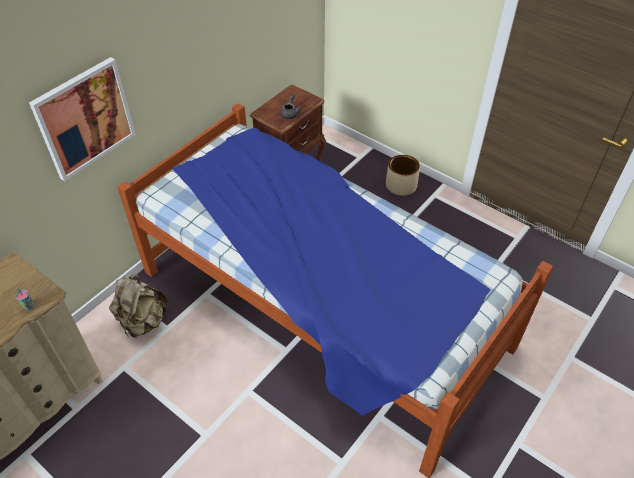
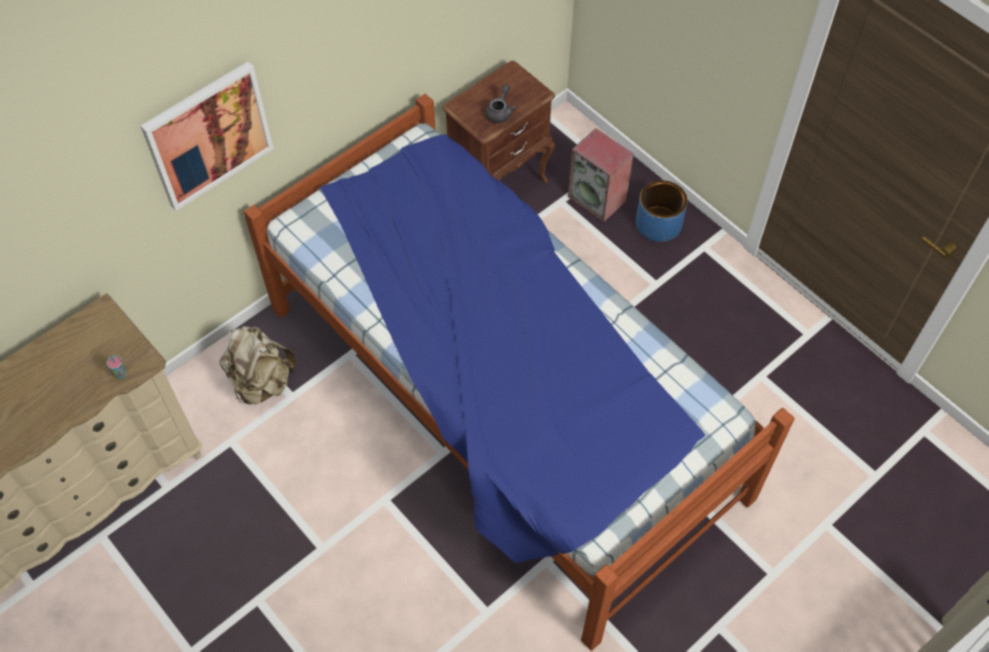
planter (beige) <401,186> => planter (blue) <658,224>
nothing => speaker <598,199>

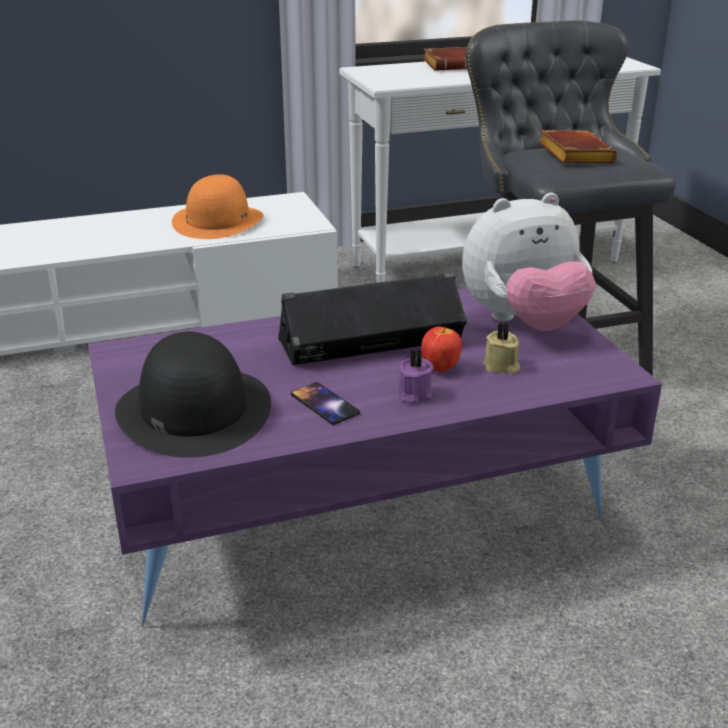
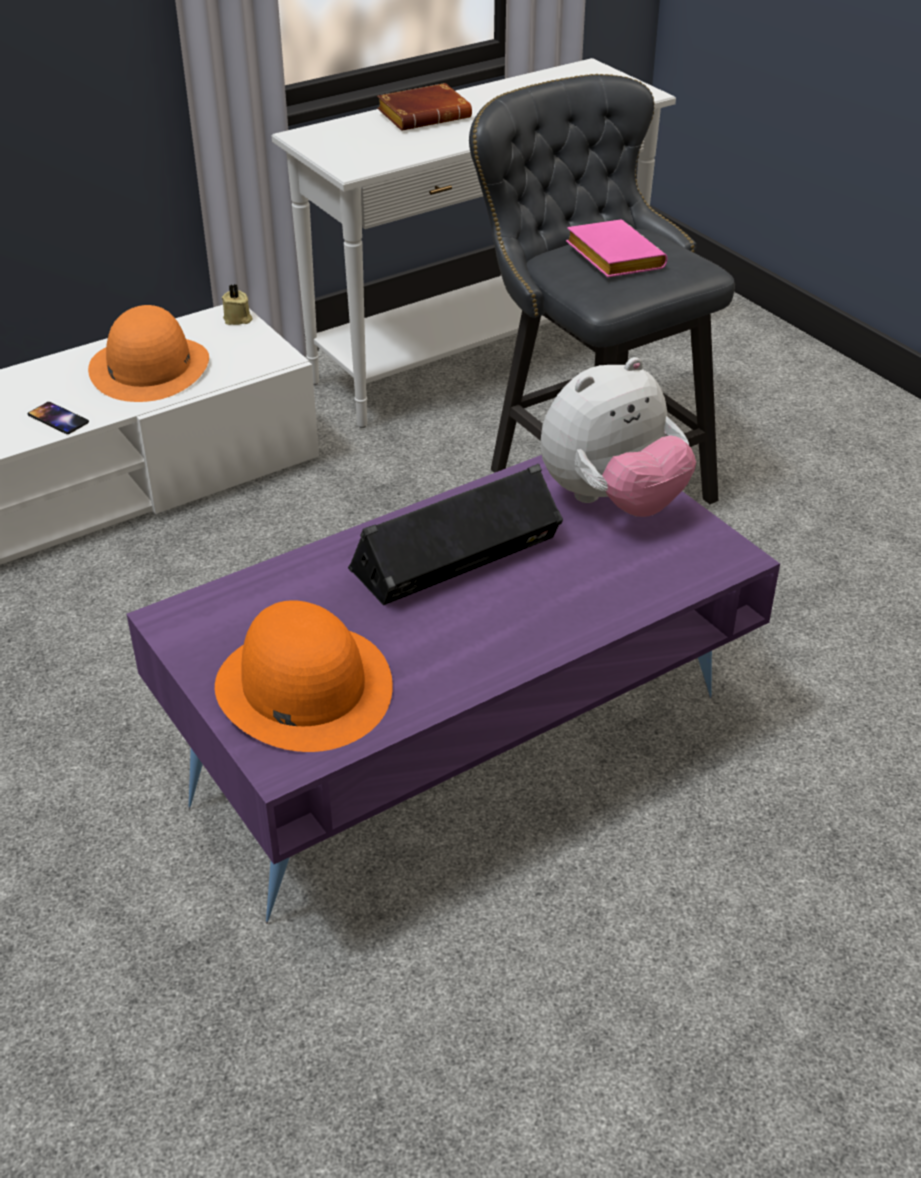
book (brown) <572,154> => book (pink) <610,257>
candle (beige) <501,366> => candle (beige) <238,319>, shifted
apple <439,368> => nothing
hat (black) <193,410> => hat (orange) <303,687>
candle (purple) <413,394> => nothing
phone <324,404> => phone <58,419>, shifted

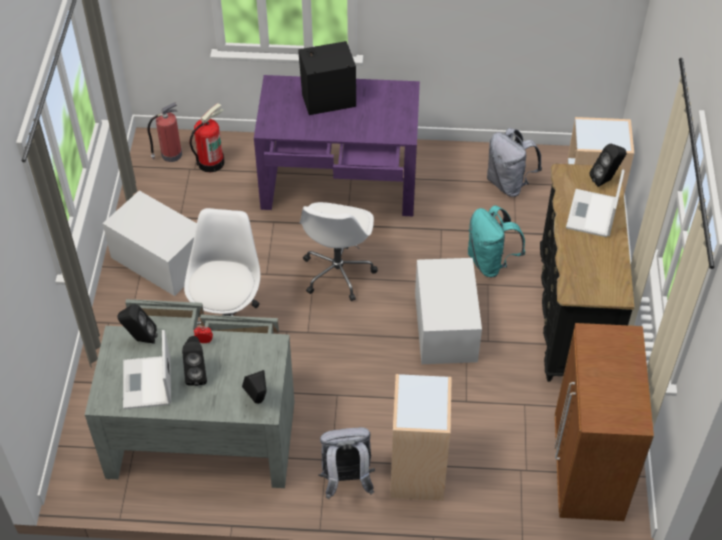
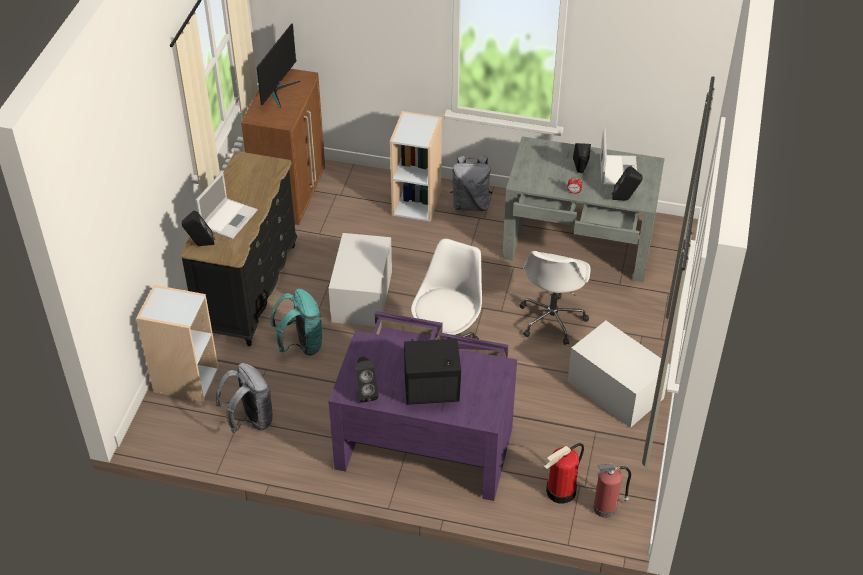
speaker (black) <258,401> => speaker (black) <366,392>, shifted
nothing => monitor <278,91>

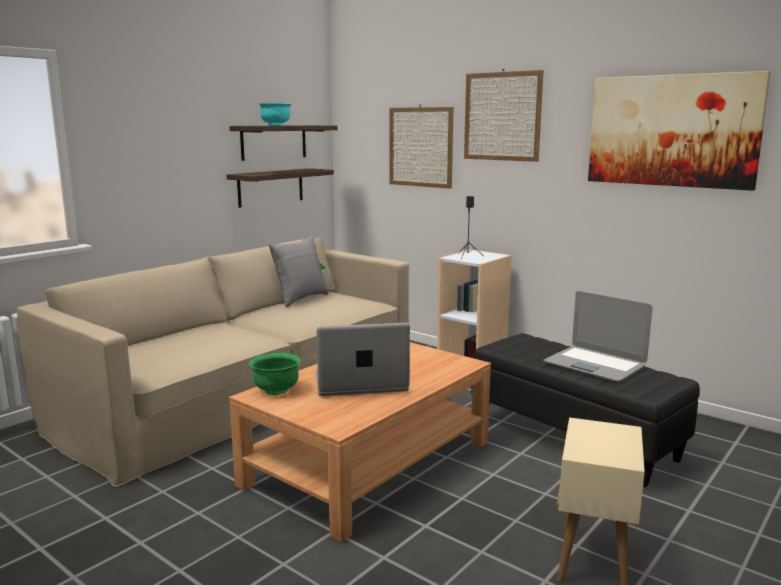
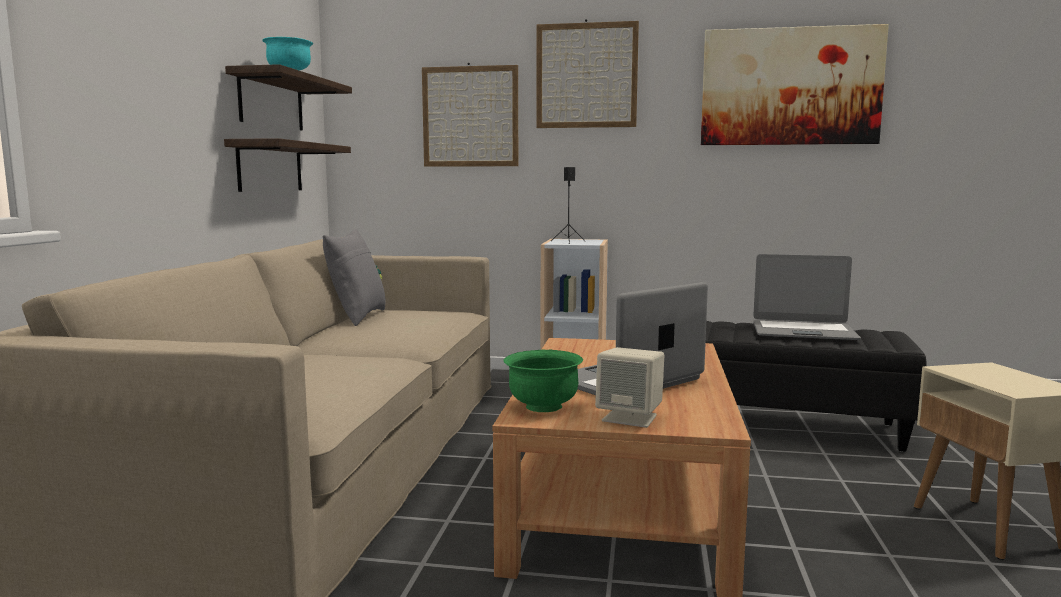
nothing => speaker (beige) <630,418>

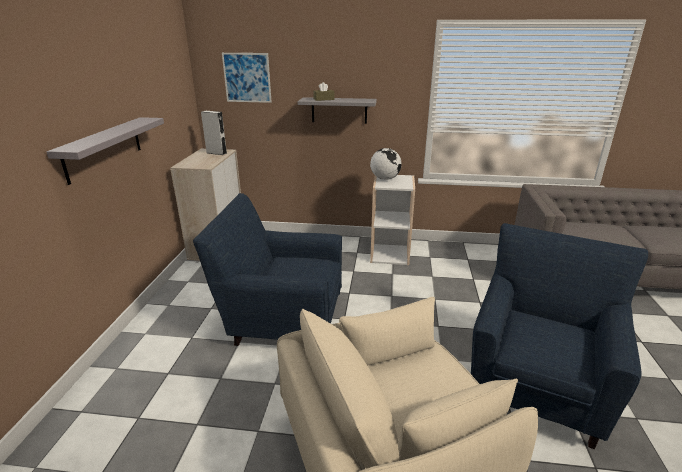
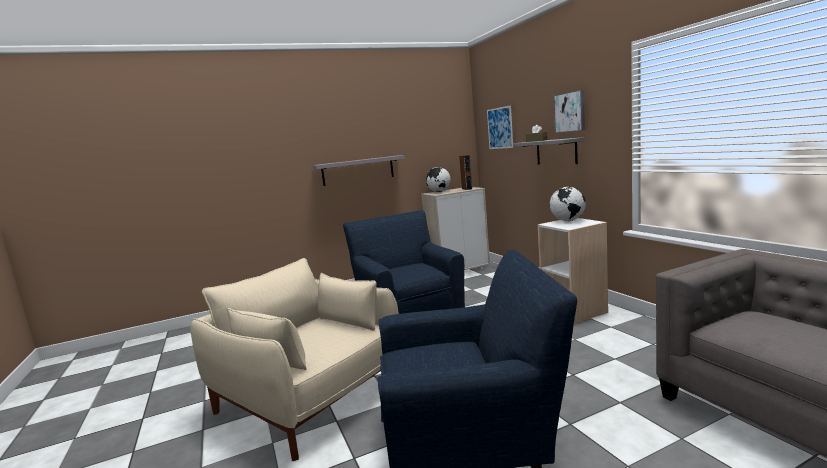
speaker (grey) <216,153> => speaker (brown) <467,189>
nothing => picture <570,112>
nothing => globe <439,191>

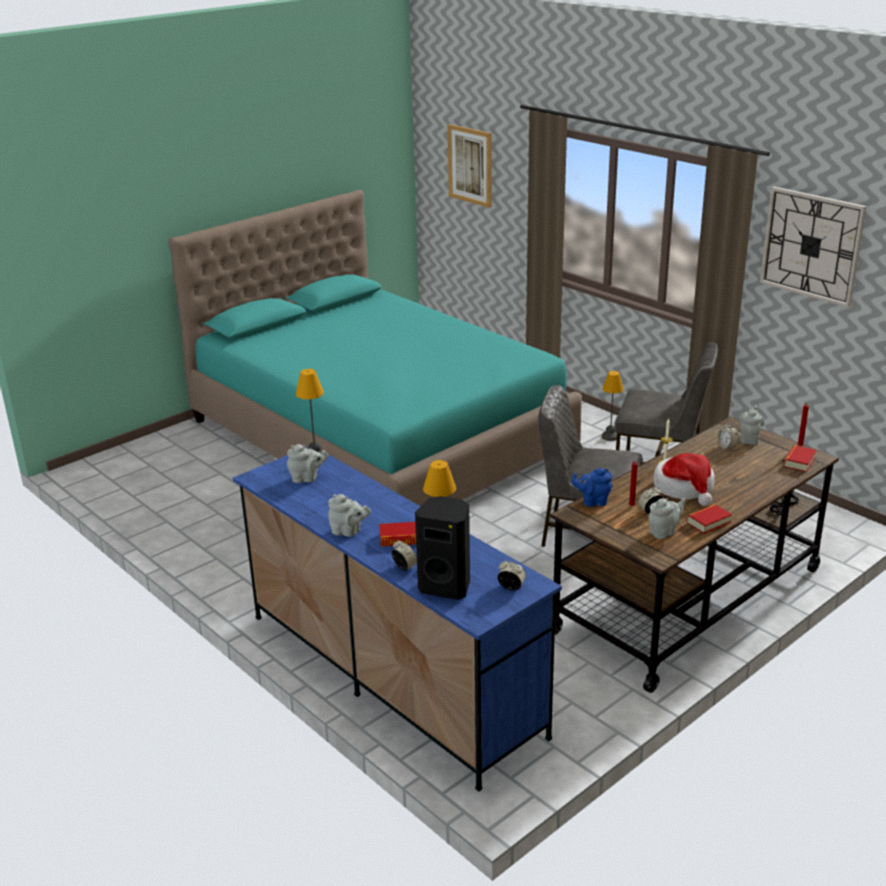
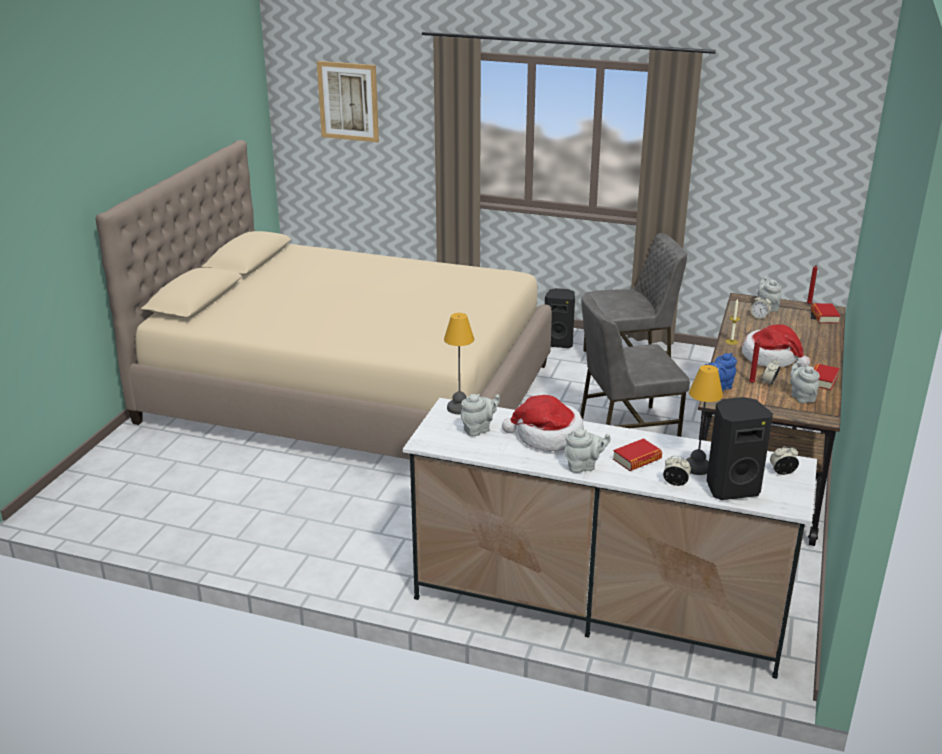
wall clock <811,245> => nothing
bed (turquoise) <378,436> => bed (beige) <348,392>
table lamp <610,436> => speaker (black) <558,343>
dresser (blue) <390,674> => dresser (white) <595,606>
teapot (grey) <664,532> => teapot (grey) <801,397>, 45 degrees counterclockwise
nothing => hat <547,436>

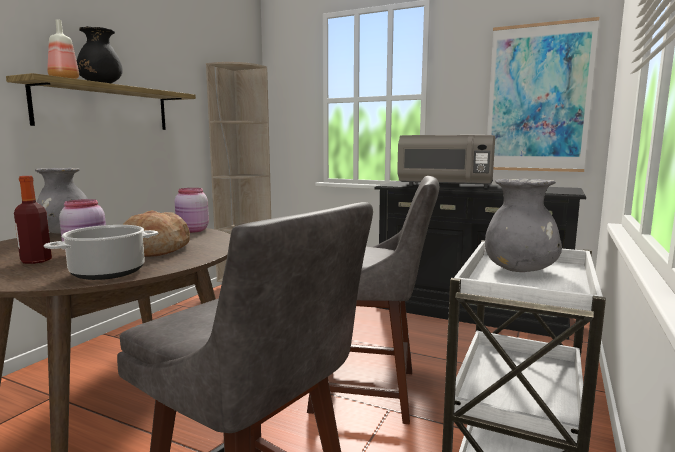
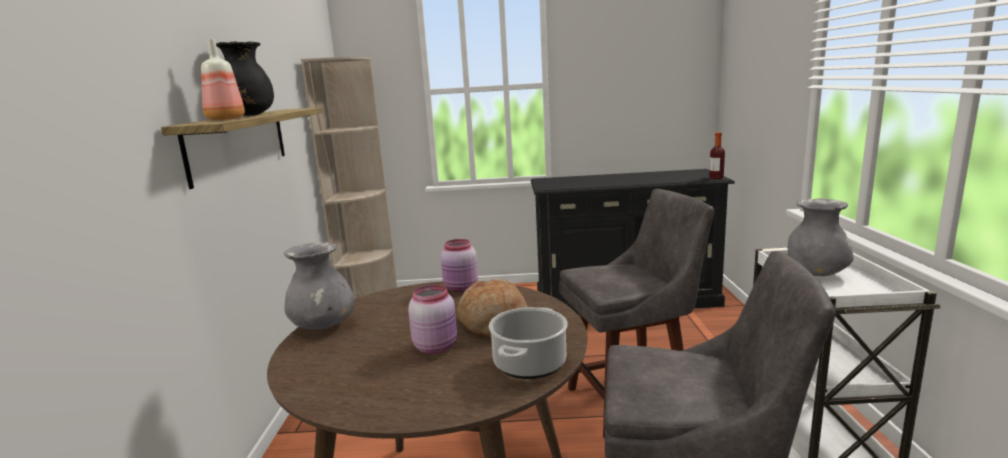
picture <538,99> => nothing
microwave (grey) <445,186> => nothing
bottle <36,261> => bottle <716,178>, shifted

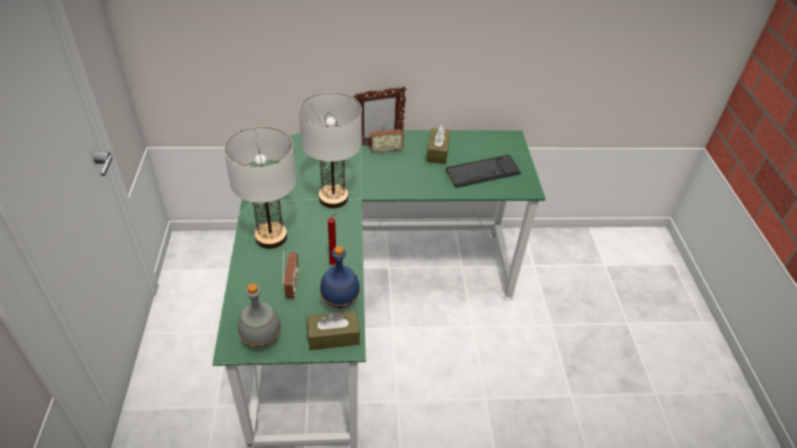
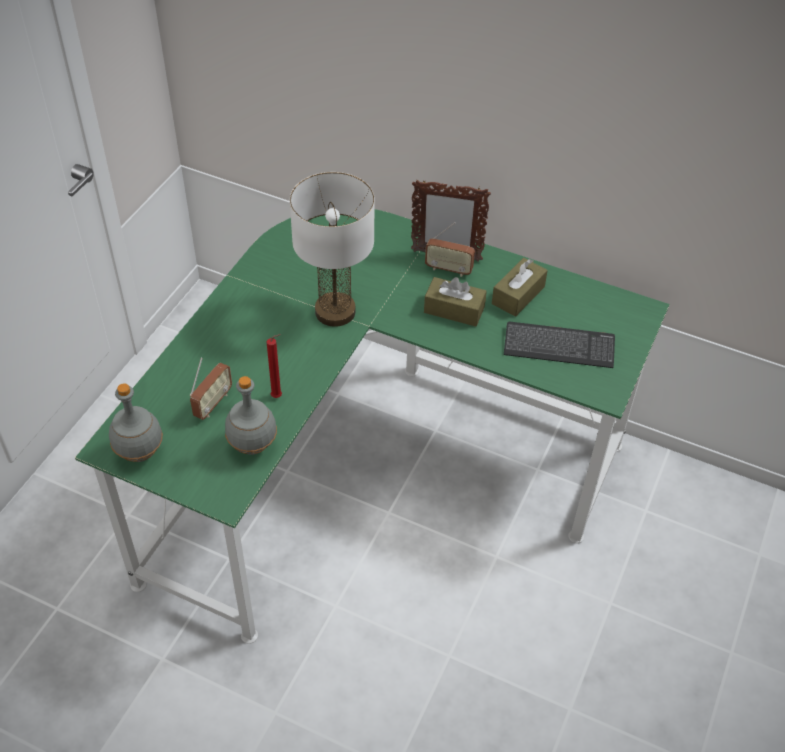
table lamp <271,237> => nothing
bottle (blue) <340,302> => bottle (grey) <253,446>
tissue box (brown) <333,336> => tissue box (brown) <454,310>, shifted

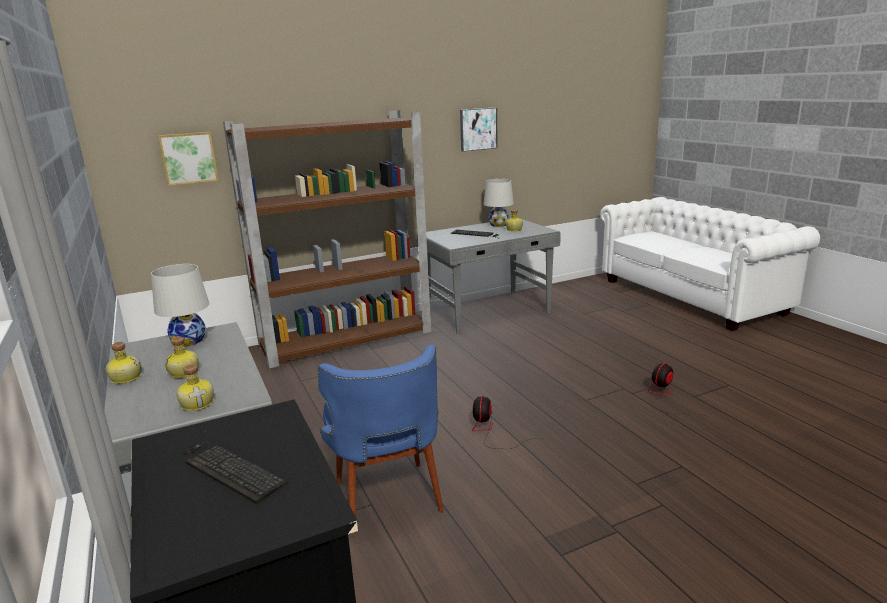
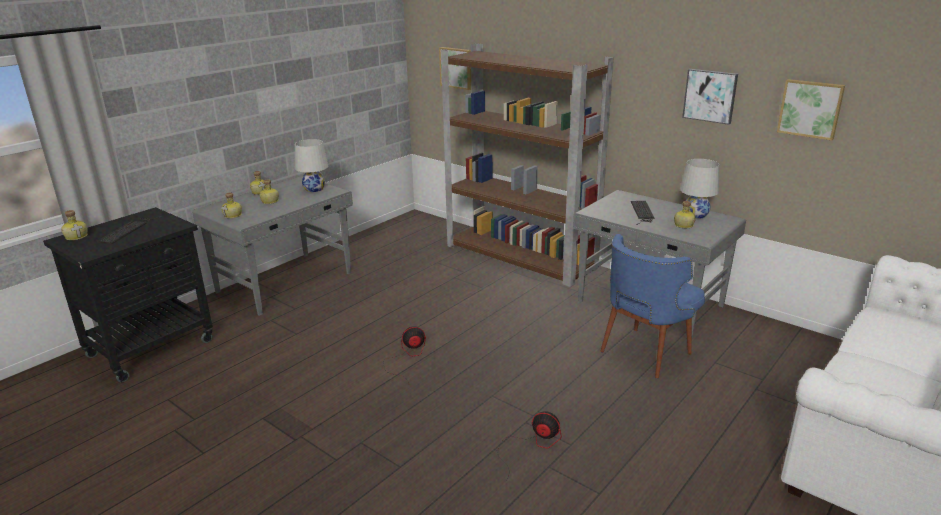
chair (blue) <388,497> => chair (blue) <646,353>, shifted
nothing => picture <810,108>
nothing => bottle <77,236>

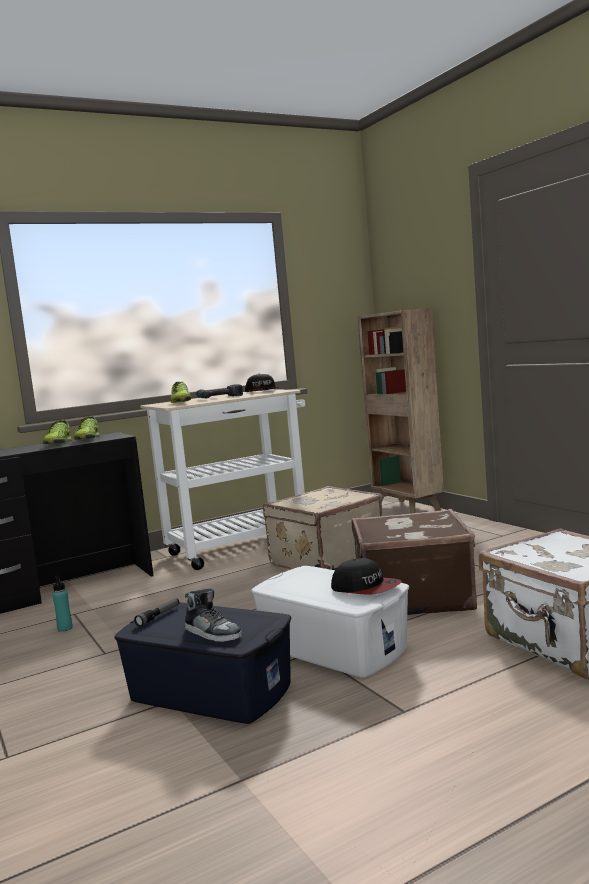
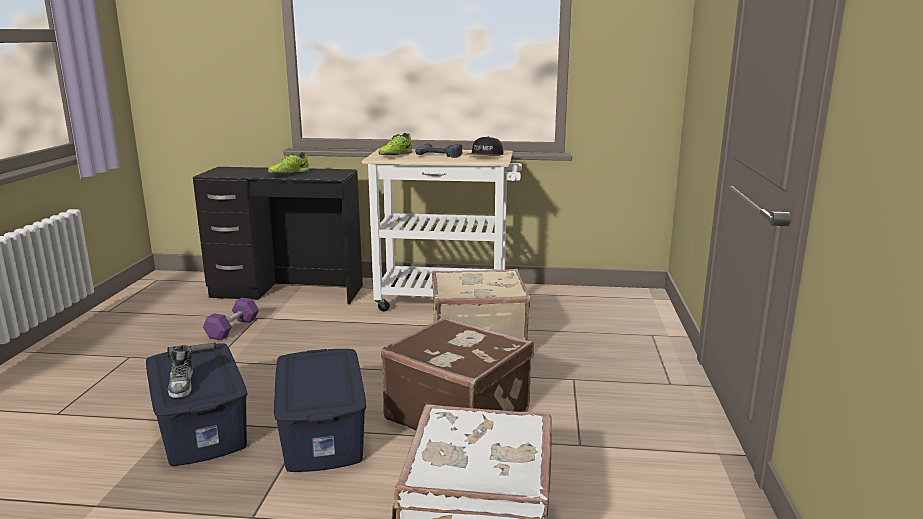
bookcase (brown) <407,509> => nothing
shoe <87,440> => nothing
cap <366,588> => nothing
storage box (white) <334,647> => storage box (blue) <323,432>
bottle (turquoise) <65,628> => dumbbell (purple) <232,328>

